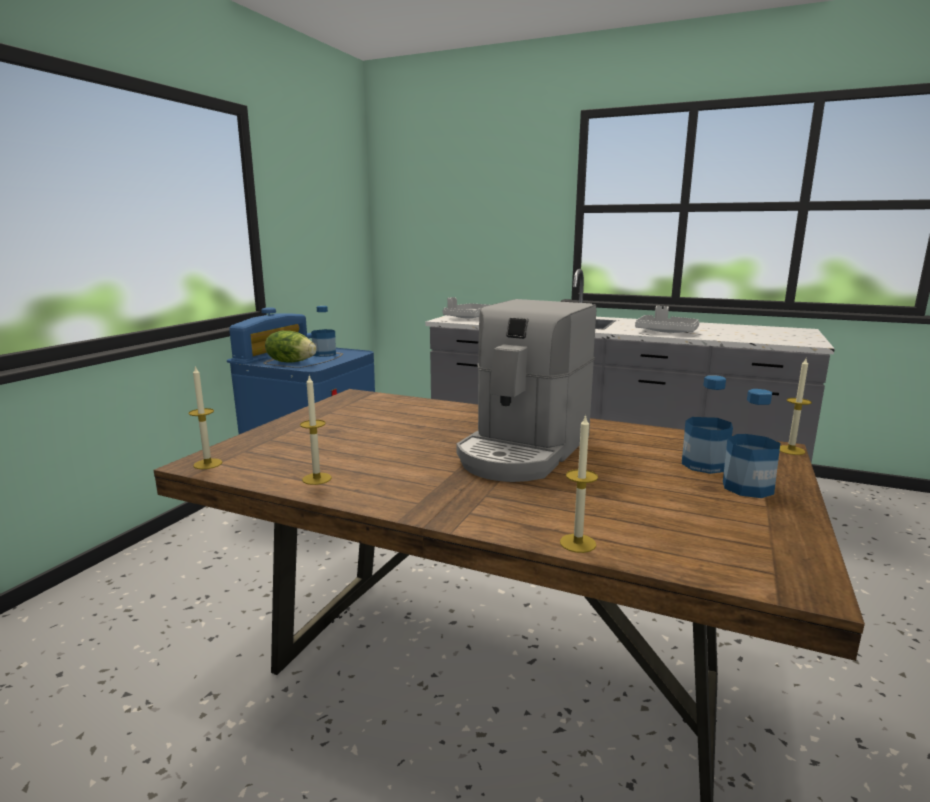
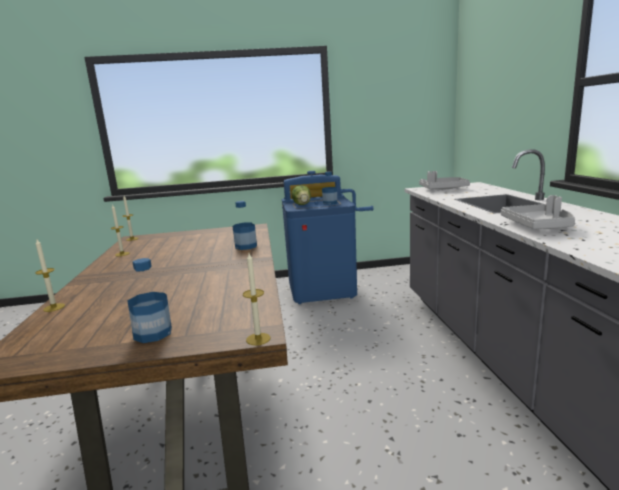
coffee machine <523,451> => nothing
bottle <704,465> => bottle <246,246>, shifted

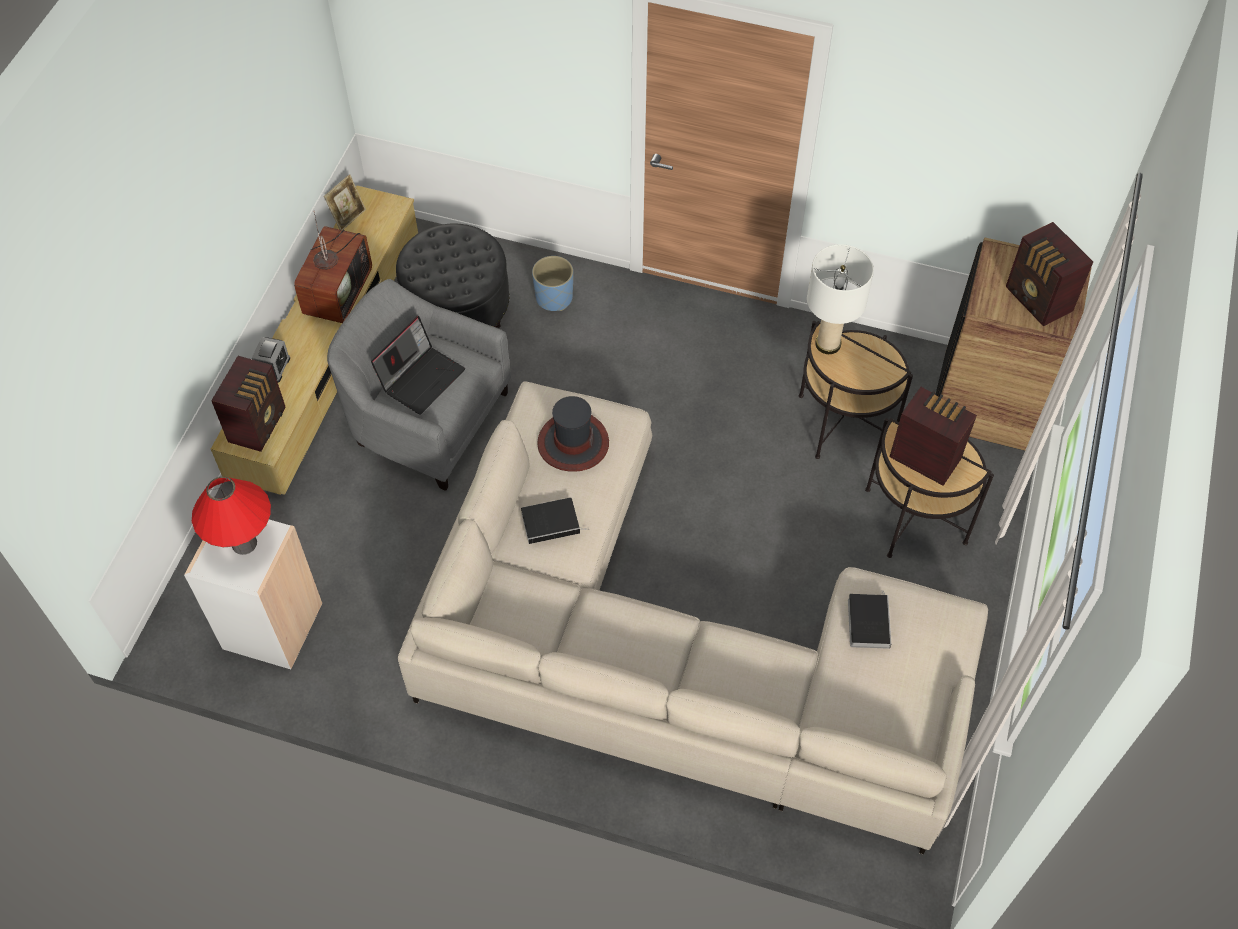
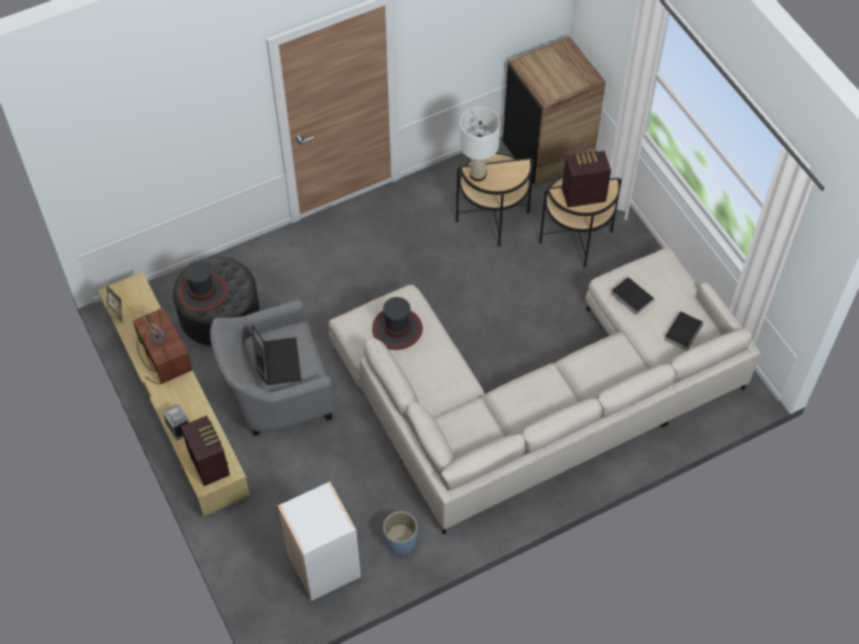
radio <1038,301> => nothing
planter (blue) <553,298> => planter (blue) <400,541>, shifted
table lamp (red) <244,543> => nothing
book <552,522> => book <683,331>, shifted
nothing => hat <203,292>

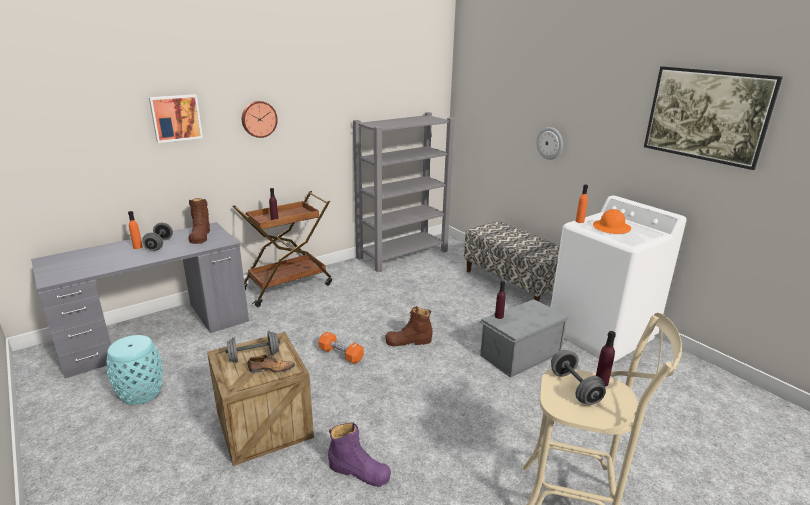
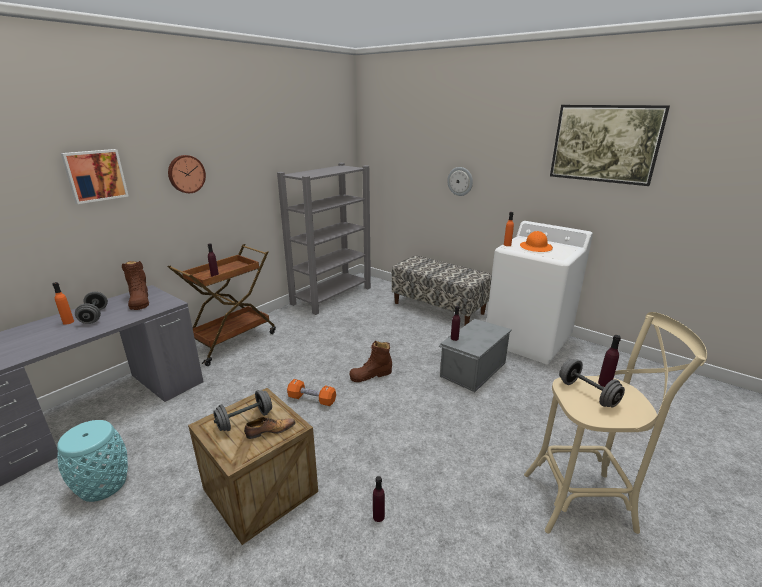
boot (purple) <359,471> => bottle (purple) <378,516>

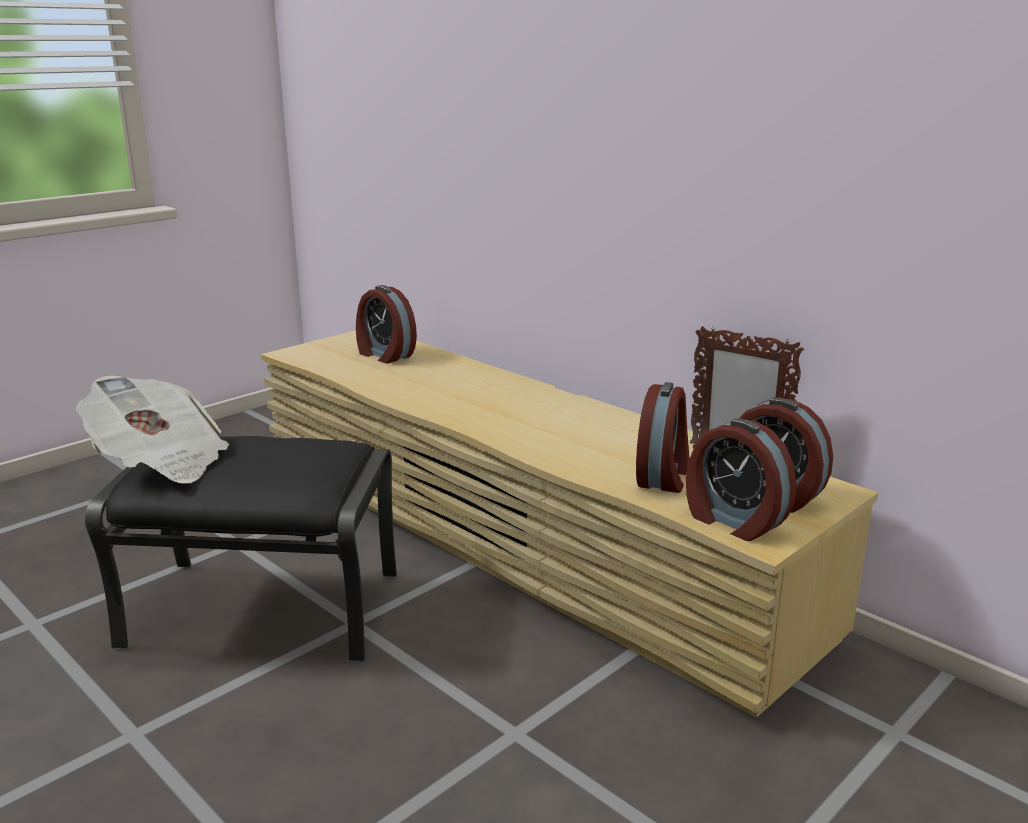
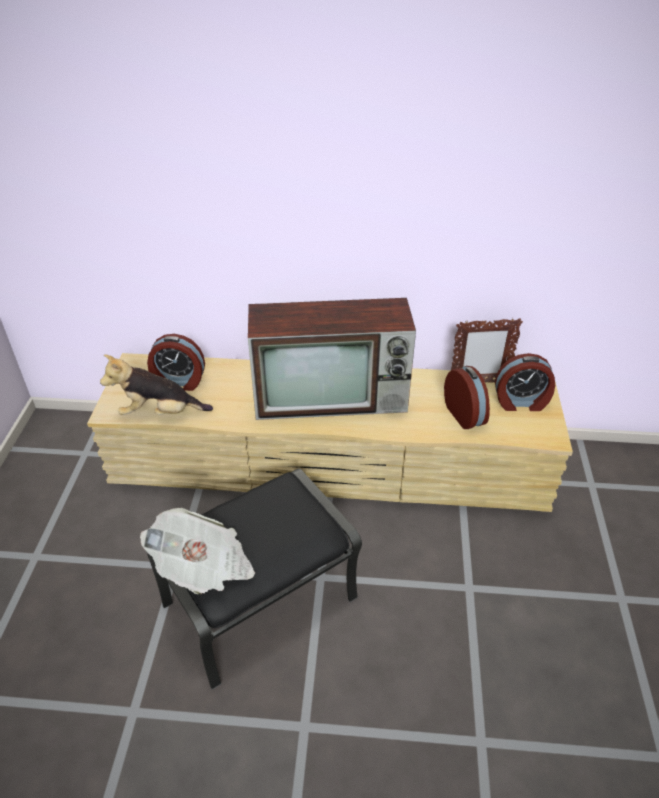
alarm clock <733,521> => nothing
nothing => television <333,397>
nothing => plush toy <160,413>

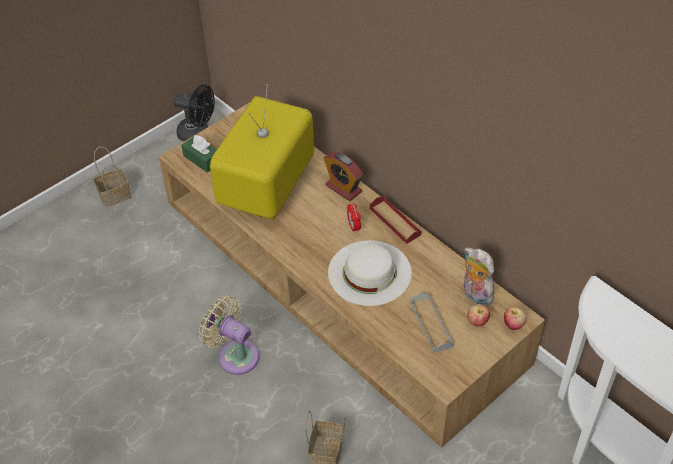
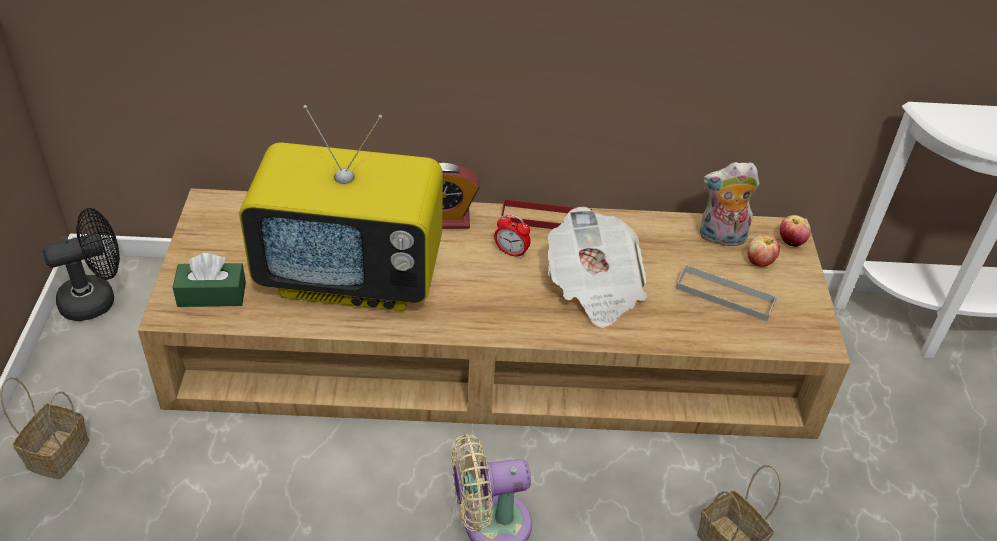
television <267,190> => television <353,276>, 60 degrees counterclockwise
hat (white) <369,272> => newspaper <594,288>

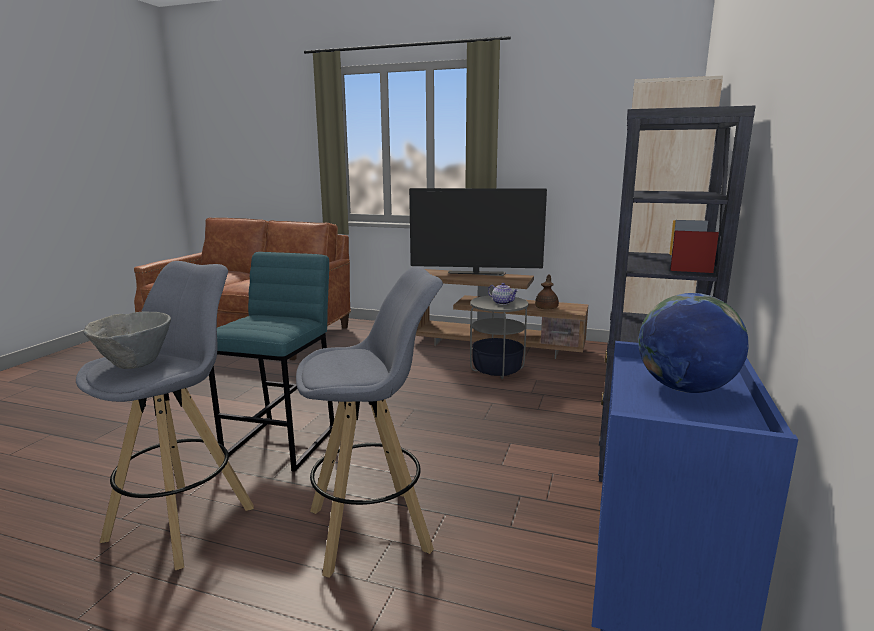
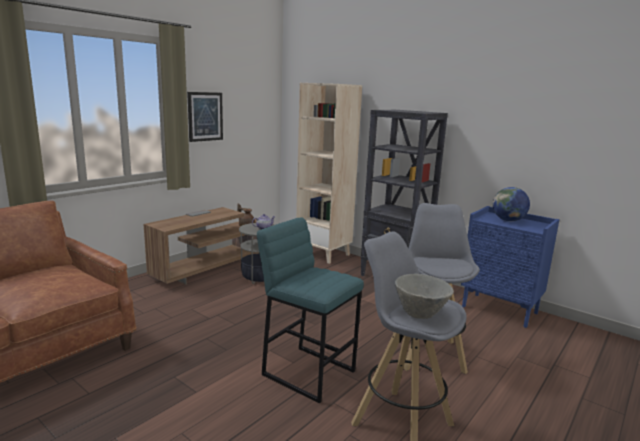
television <475,273> => nothing
nothing => picture <205,116>

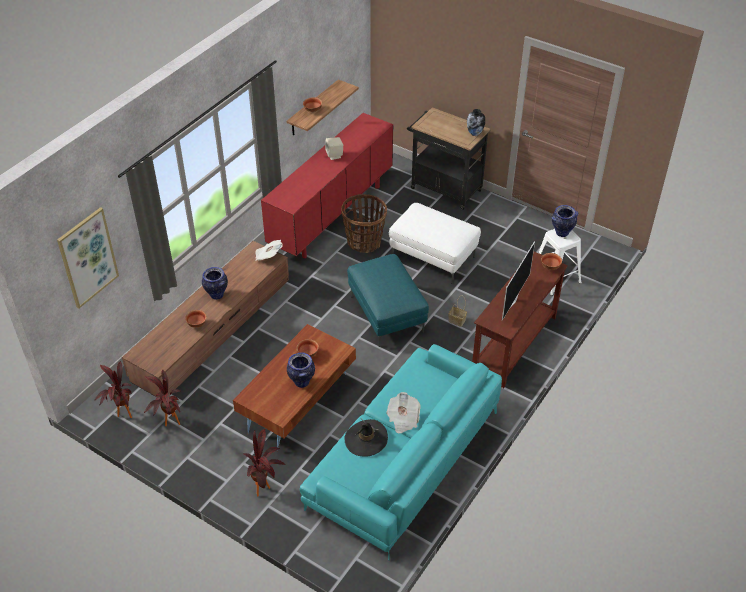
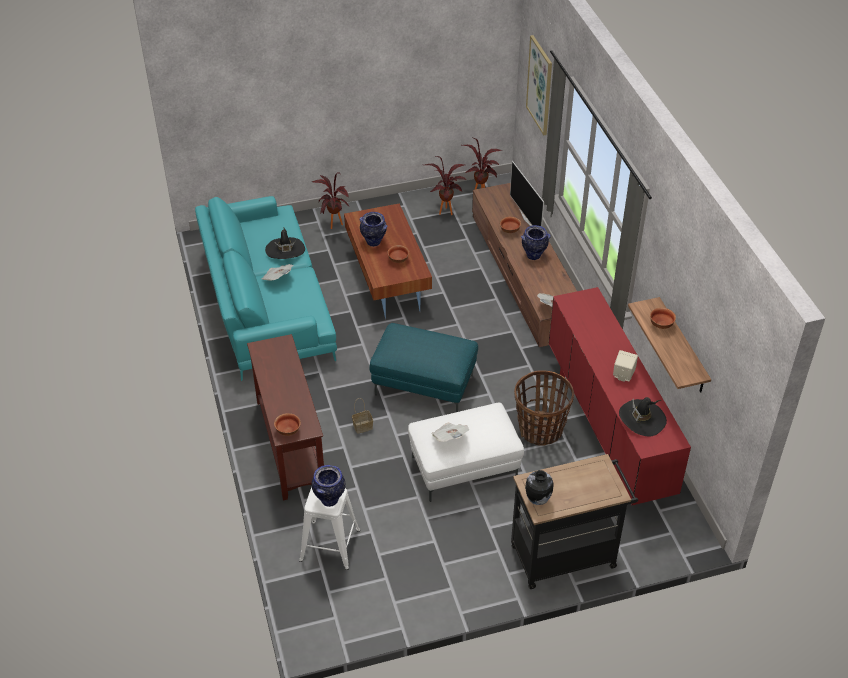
television <512,300> => television <527,219>, shifted
nothing => hat (black) <642,419>
nothing => newspaper <450,438>

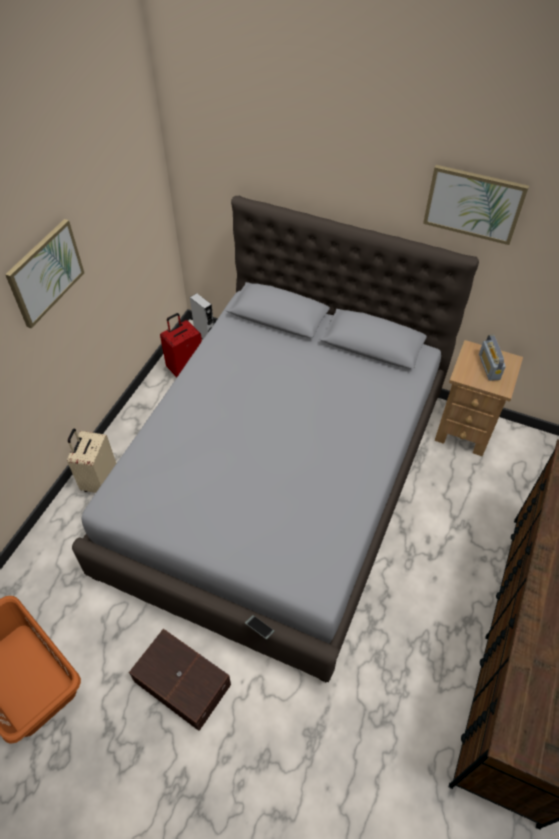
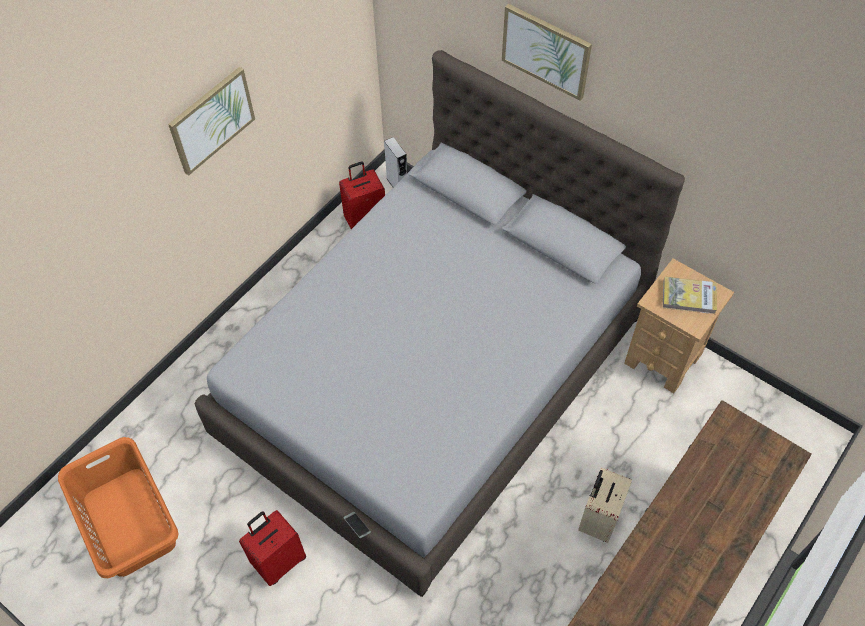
picture <473,204> => picture <546,51>, shifted
radio <489,367> => book <689,297>
suitcase (beige) <99,480> => suitcase (beige) <597,519>, shifted
storage box (brown) <182,681> => suitcase (red) <279,561>

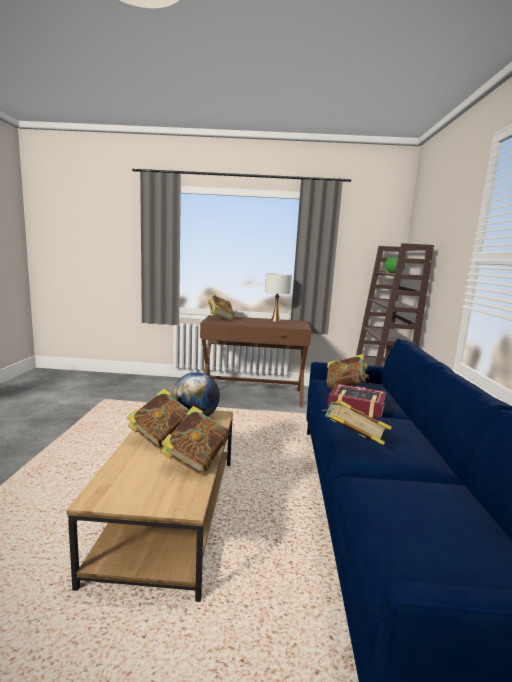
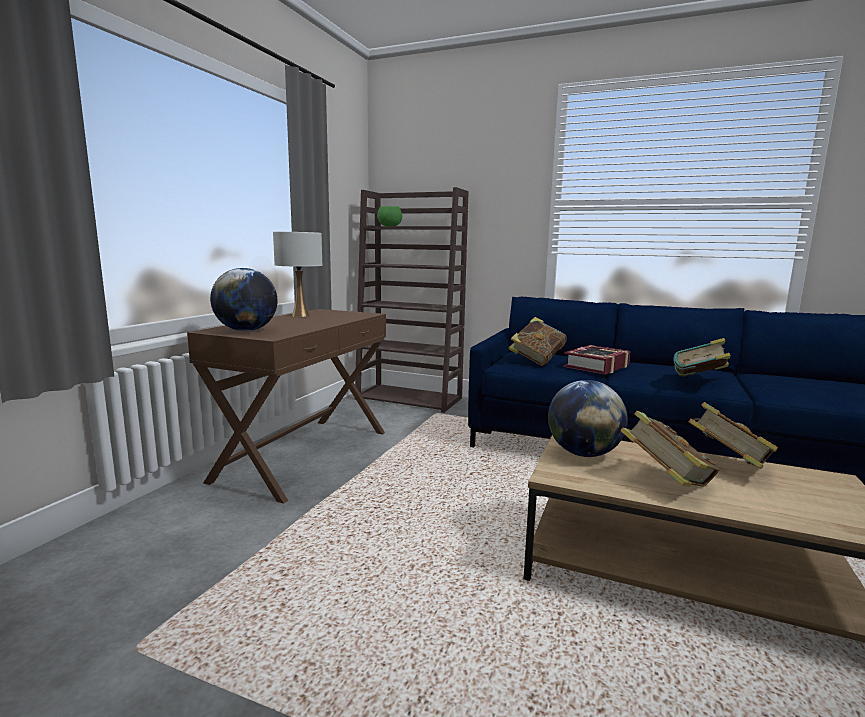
book <220,318> => globe <246,330>

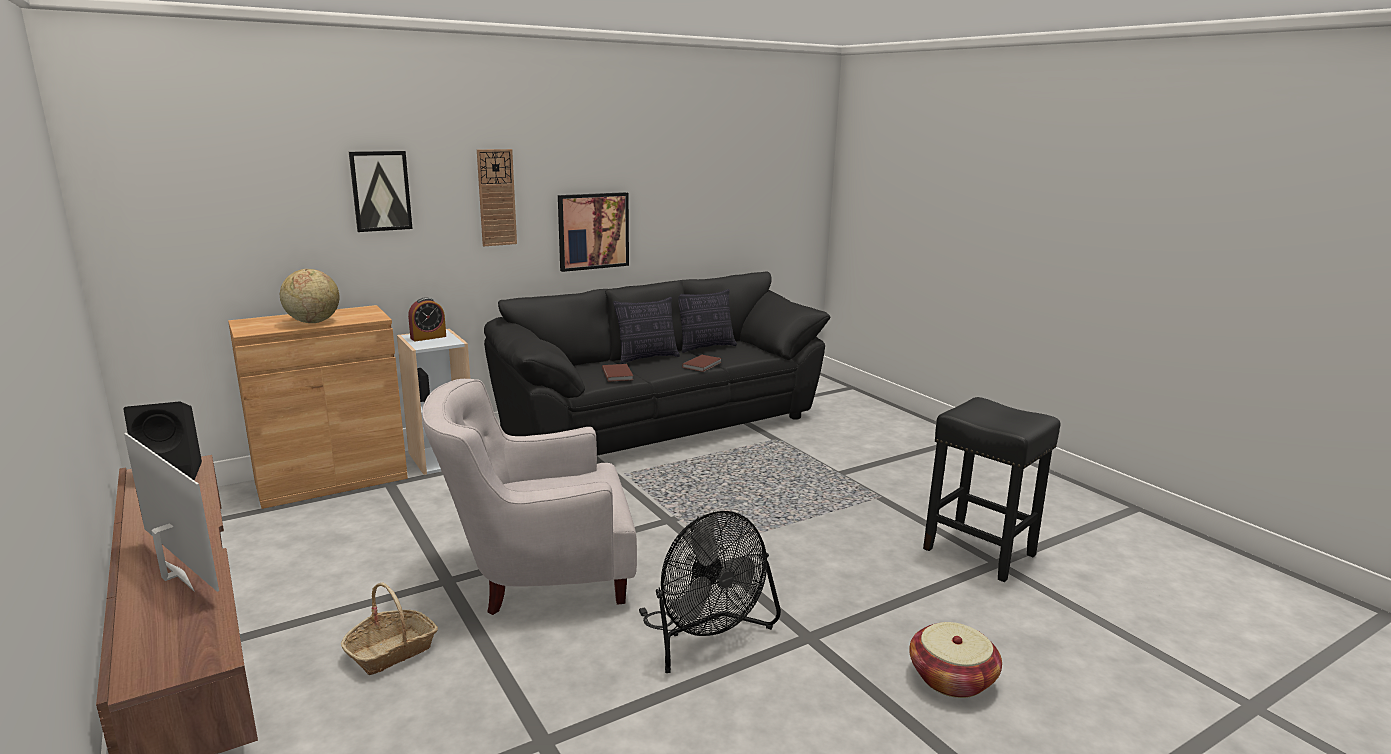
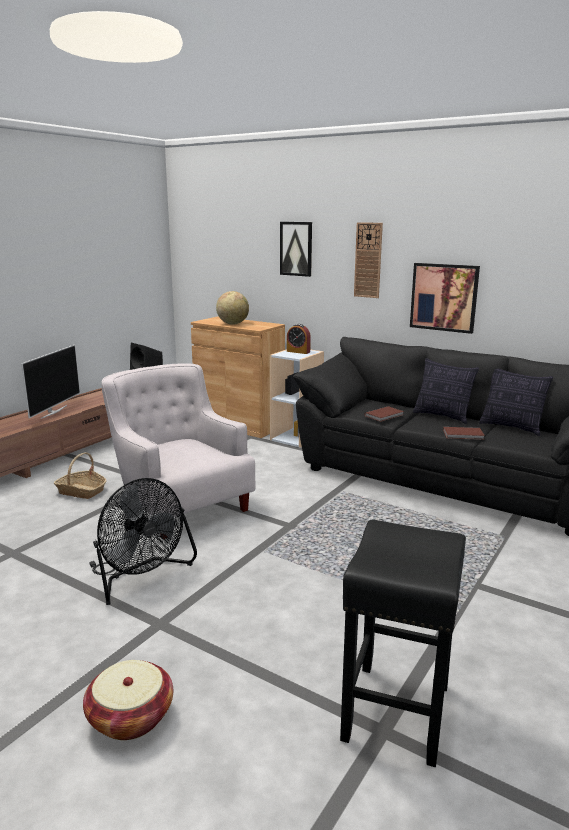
fan (black) <701,637> => fan (black) <137,576>, 75 degrees counterclockwise

